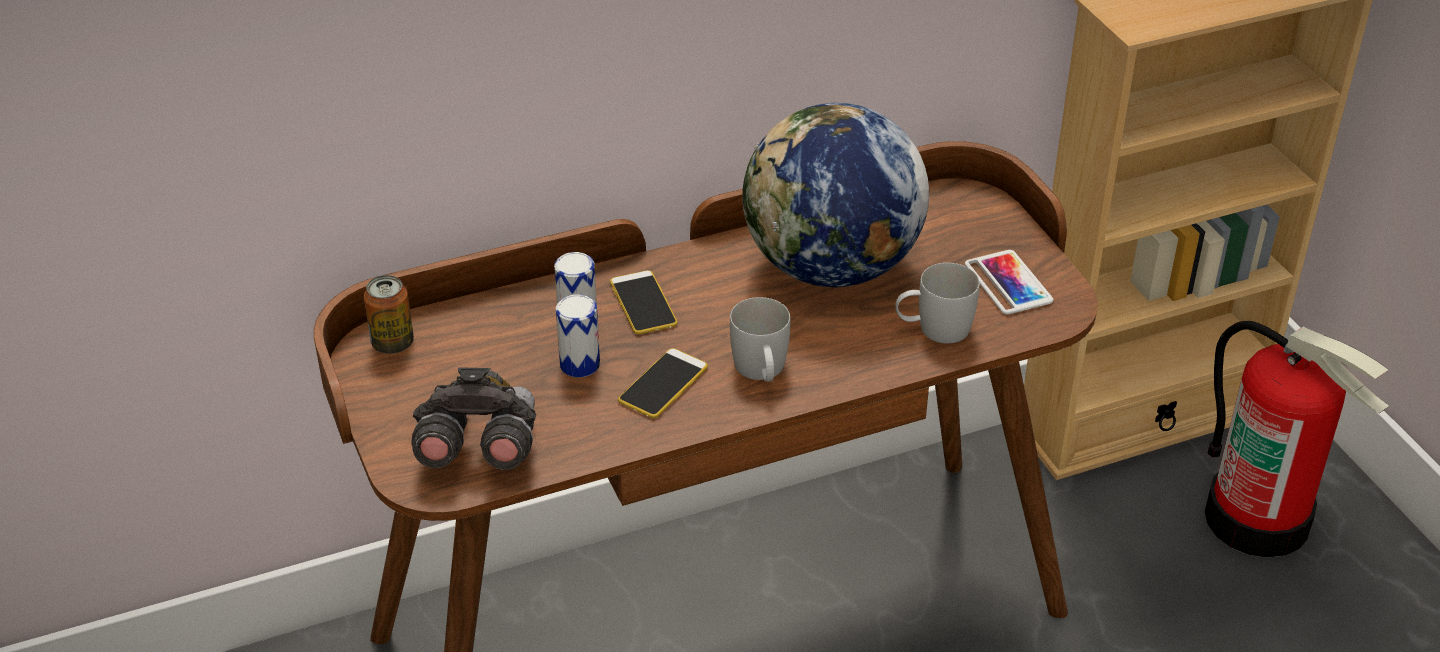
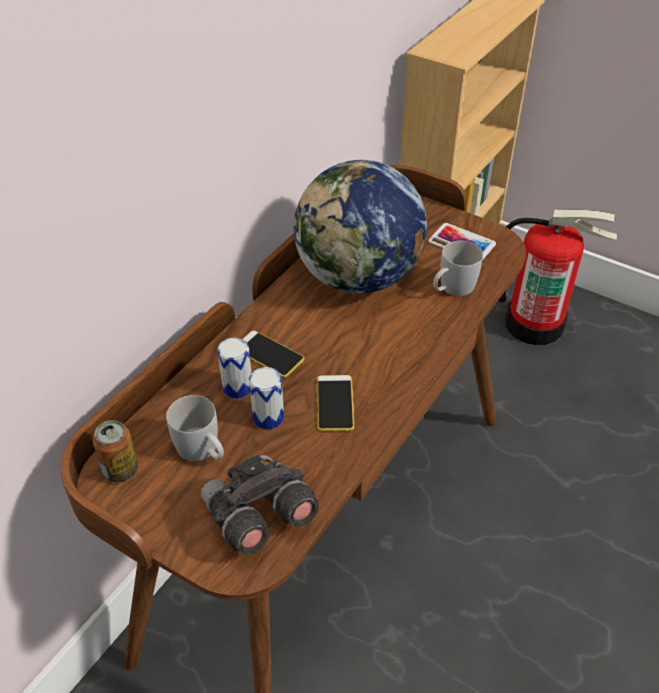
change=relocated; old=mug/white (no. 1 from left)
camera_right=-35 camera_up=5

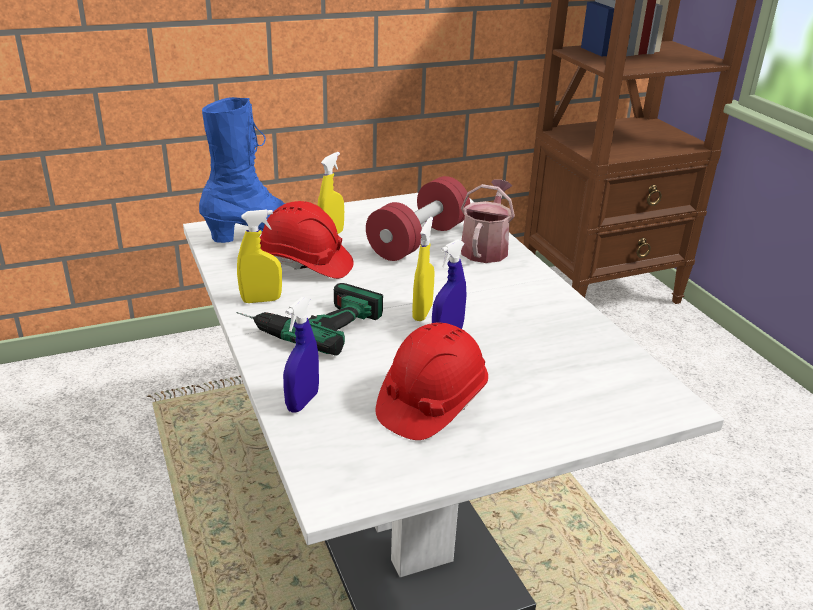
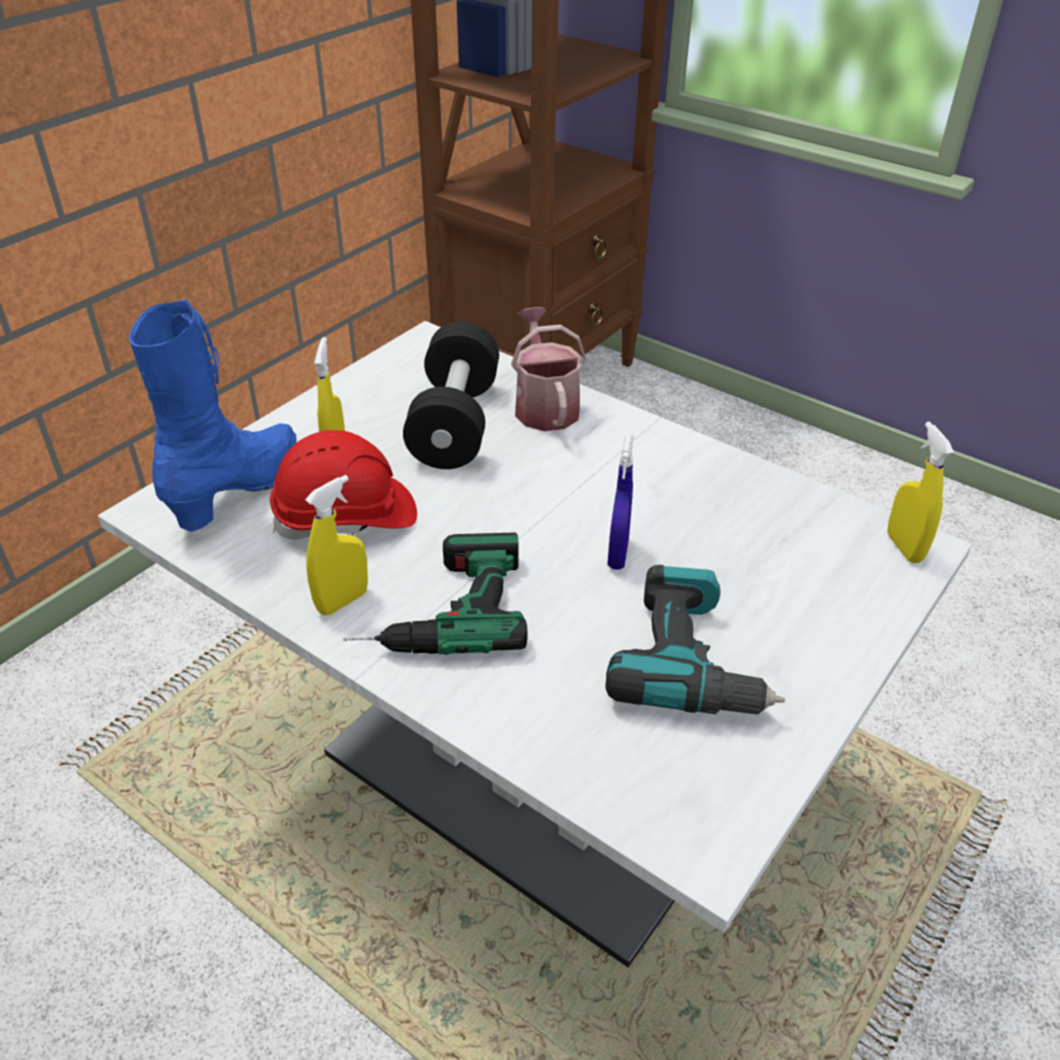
change=colour; old=dumbbell/red; new=dumbbell/black
change=exchanged; old=hard hat/red (no. 2 from left); new=power drill (no. 2 from left)
change=relocated; old=spray bottle/yellow (no. 3 from left)
change=missing; old=spray bottle/blue (no. 1 from left)
camera_right=-30 camera_up=10

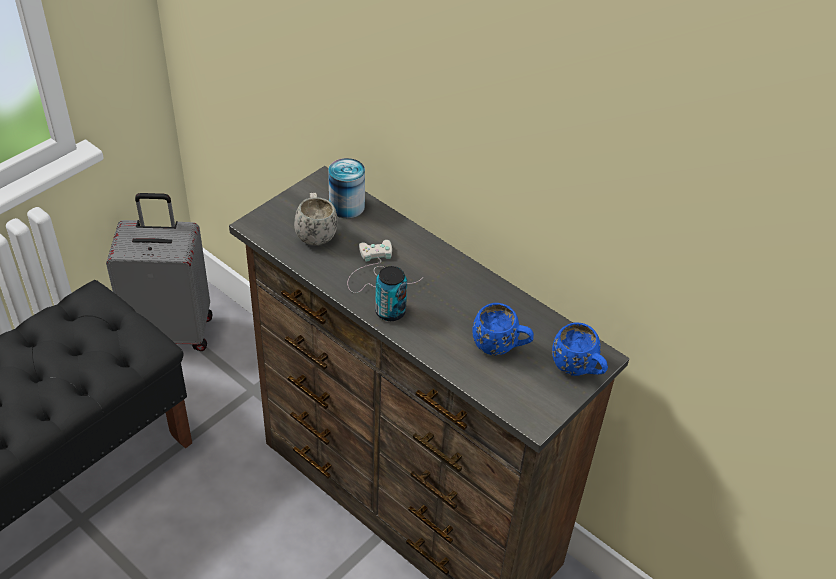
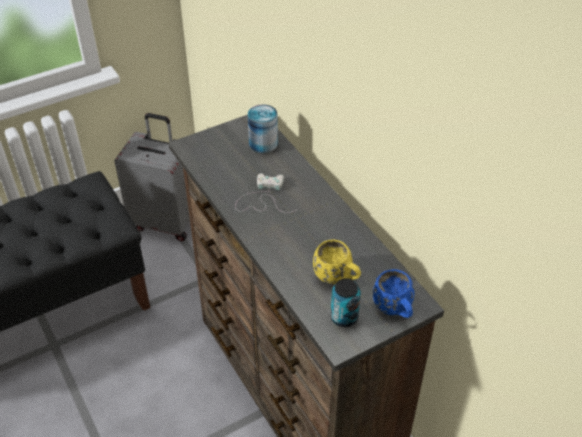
change=colour; old=mug/blue (no. 1 from left); new=mug/yellow
change=relocated; old=can (no. 2 from left)
change=missing; old=mug/white
camera_right=20 camera_up=0

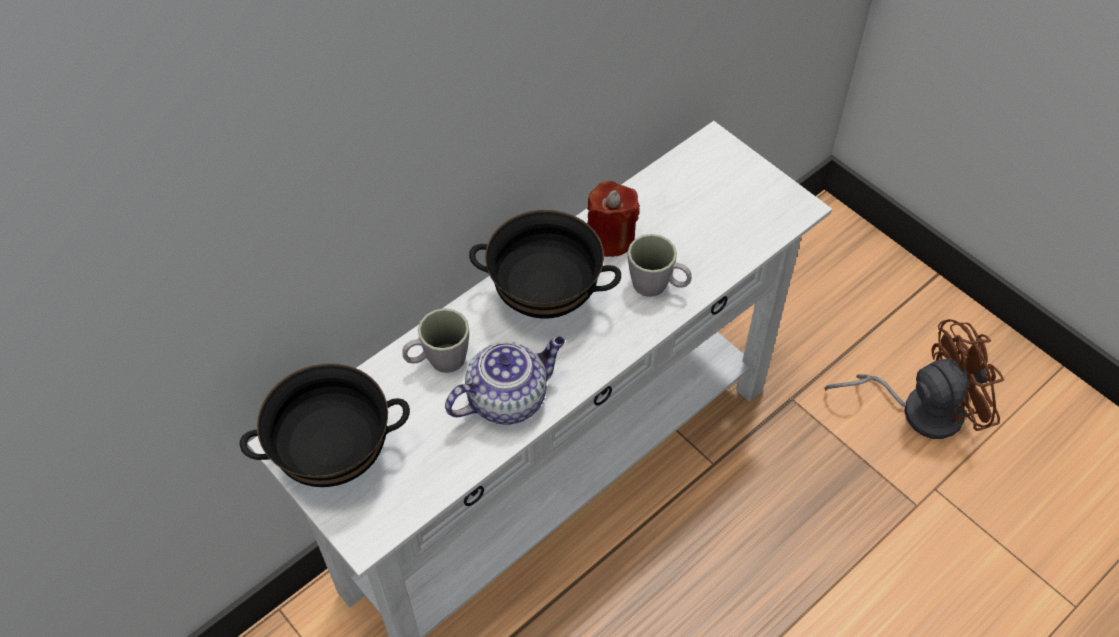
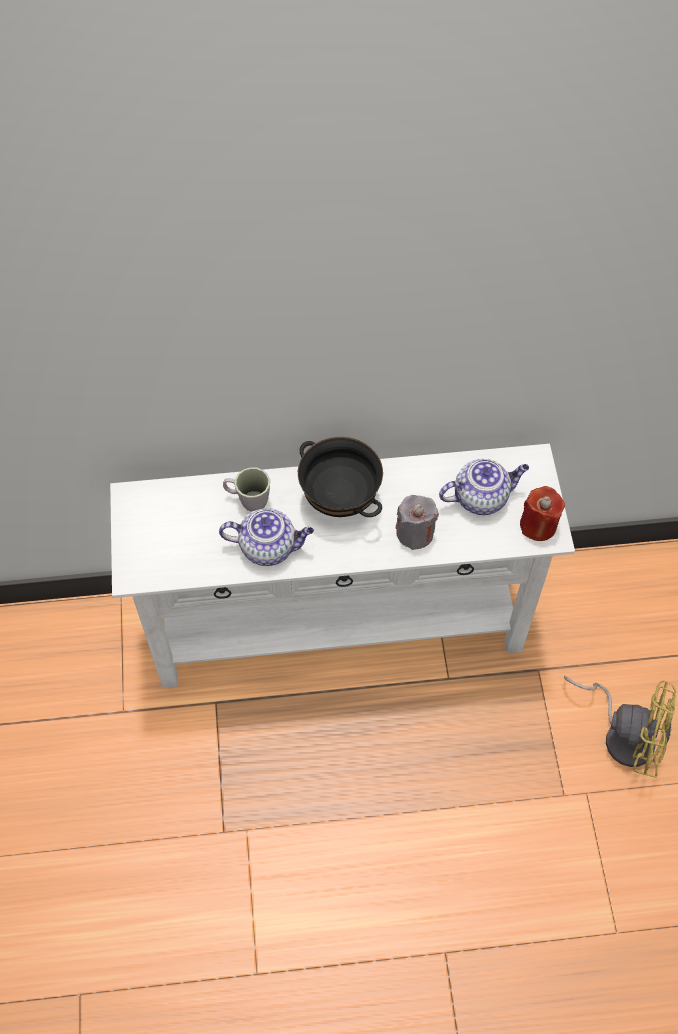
change=exchanged; old=mug/grey (no. 2 from left); new=candle/grey
change=appeared; new=teapot (no. 2 from left)
change=relocated; old=candle/red
change=colour; old=fan/brown; new=fan/yellow
change=missing; old=bowl/black (no. 1 from left)
camera_right=35 camera_up=5

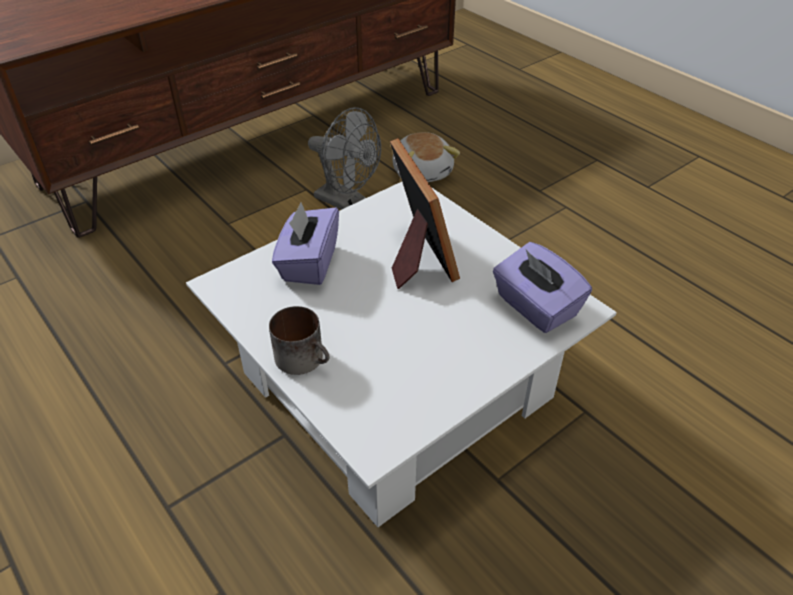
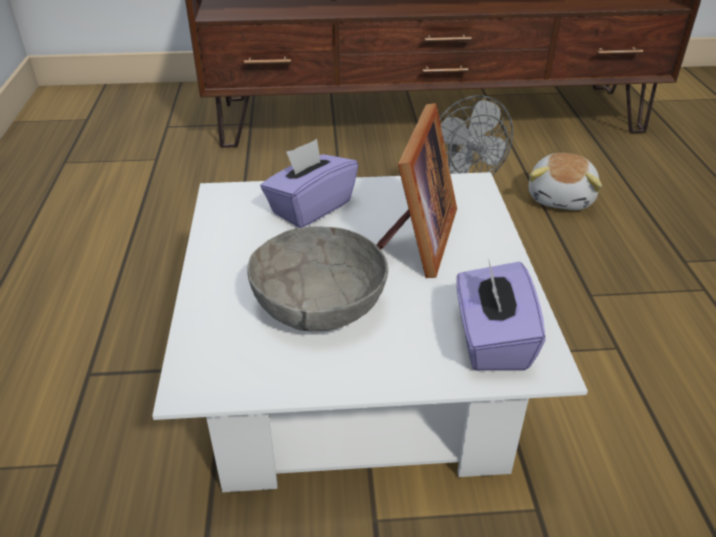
change=appeared; new=bowl/grey
change=missing; old=mug
camera_right=35 camera_up=-5

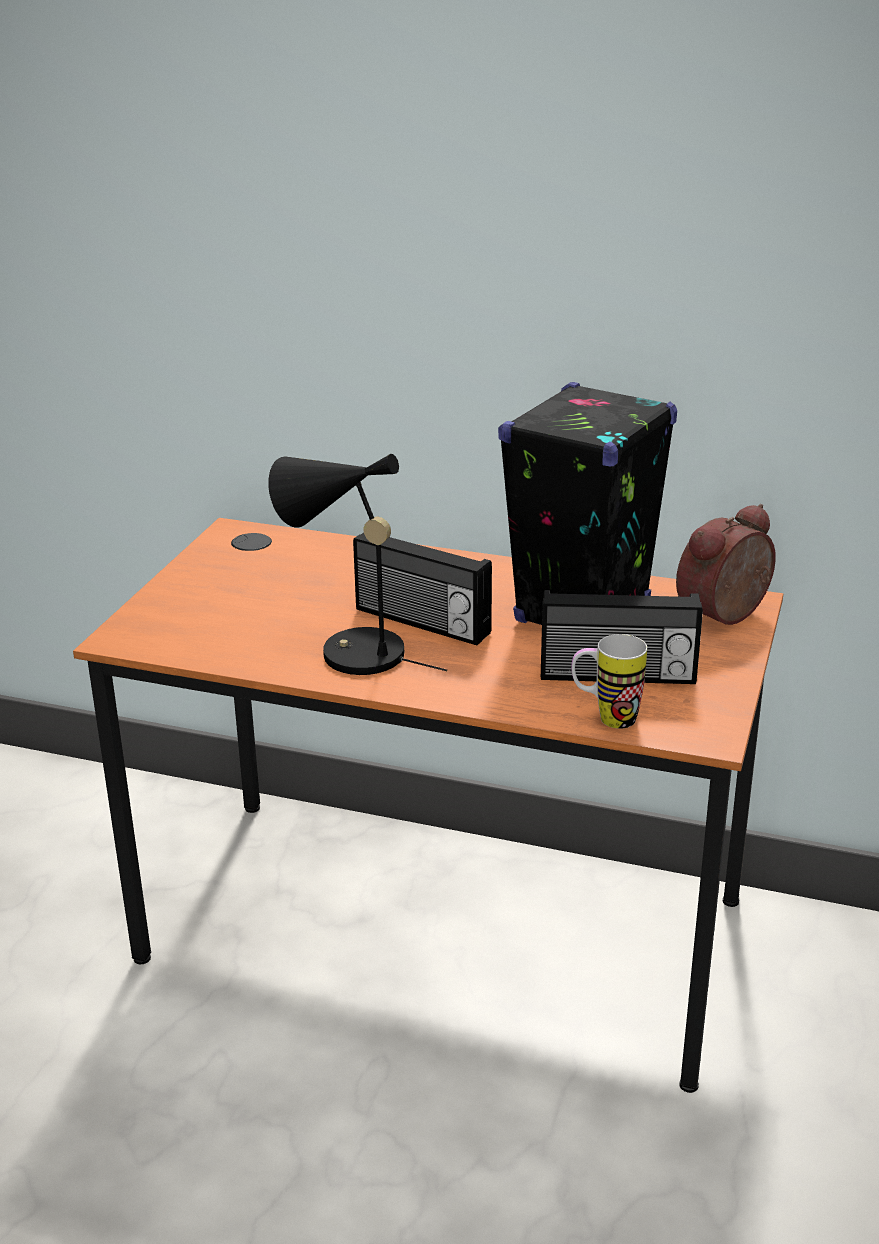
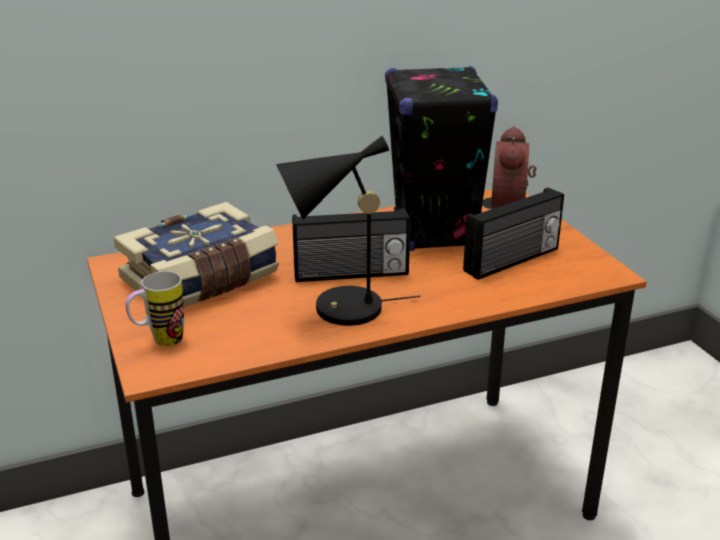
change=appeared; new=book
change=relocated; old=mug
camera_right=-40 camera_up=0

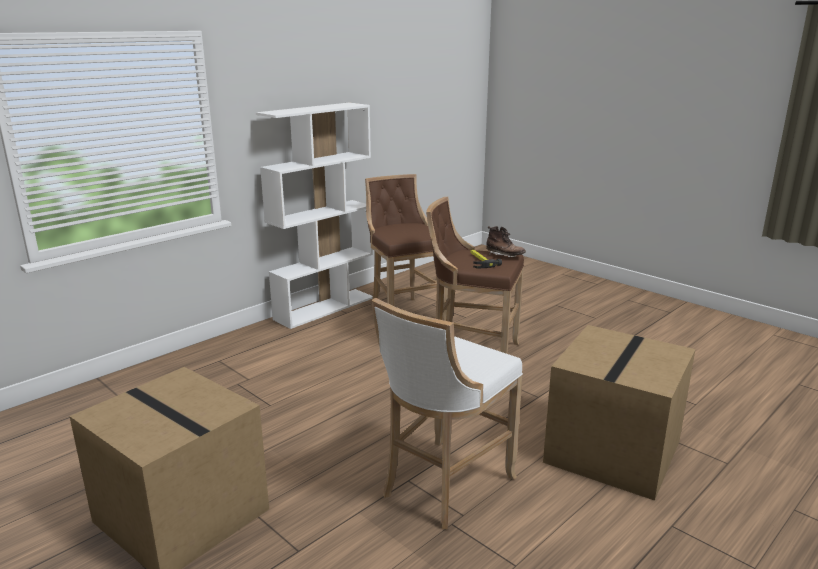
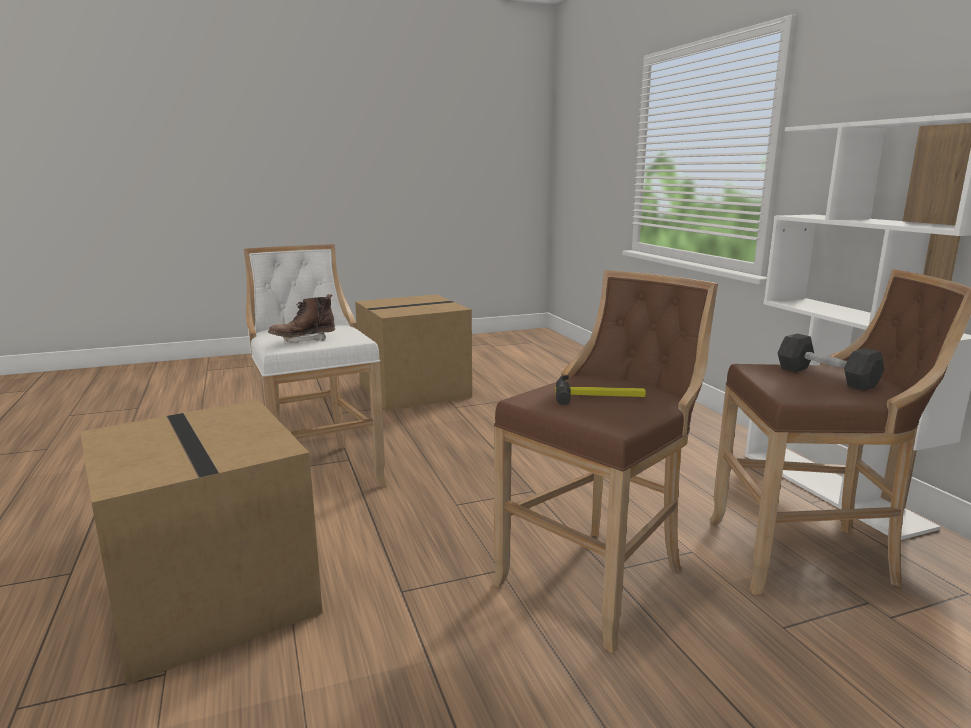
change=relocated; old=boot/brown
change=appeared; new=dumbbell/black
camera_right=115 camera_up=-5

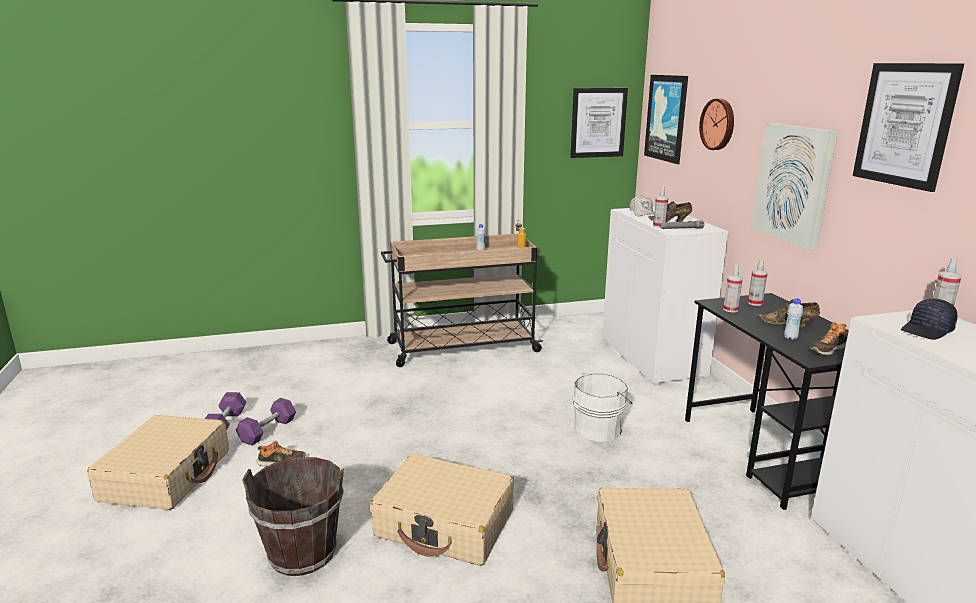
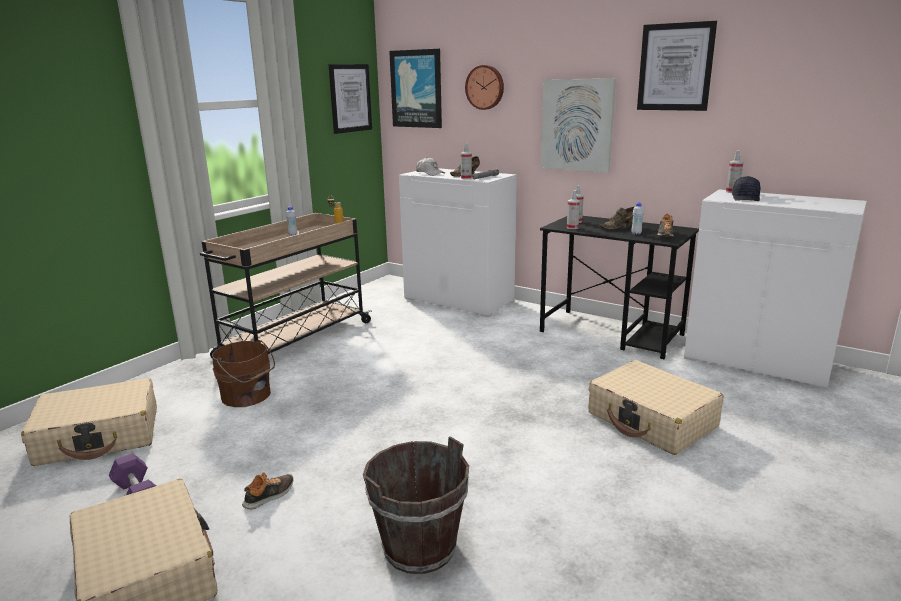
change=relocated; old=suitcase/beige (no. 2 from left in the first image); new=suitcase/beige (no. 1 from left)
change=appeared; new=bucket/brown (no. 1 from left)
change=missing; old=dumbbell/purple (no. 2 from left)
change=missing; old=bucket/white
camera_right=-40 camera_up=0

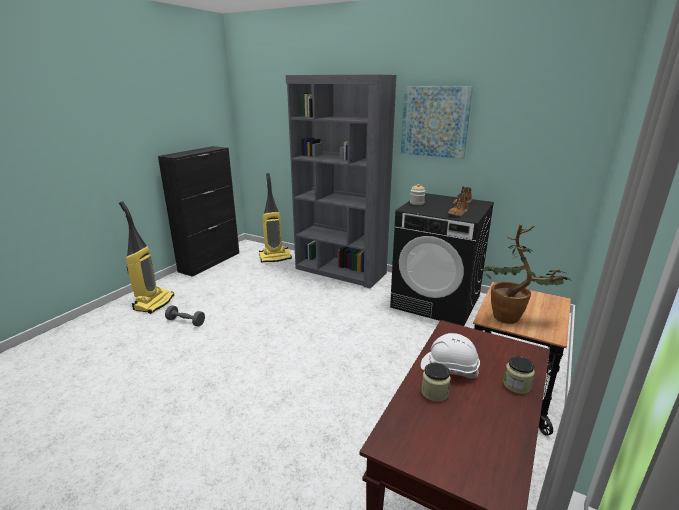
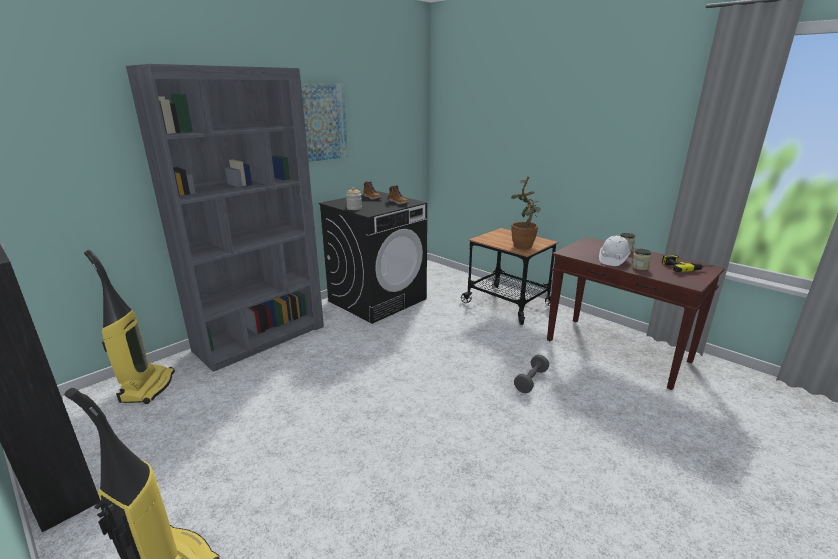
change=relocated; old=dumbbell/grey
change=appeared; new=power drill
camera_right=-75 camera_up=0

